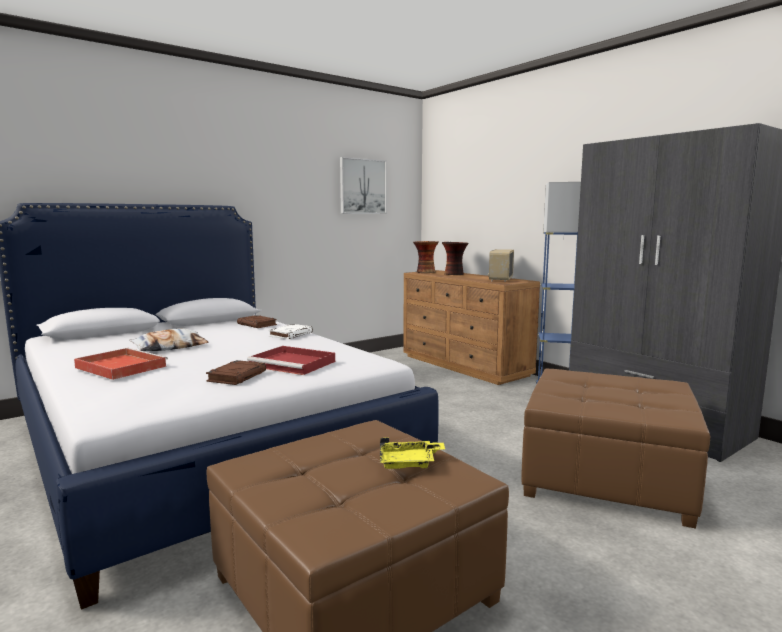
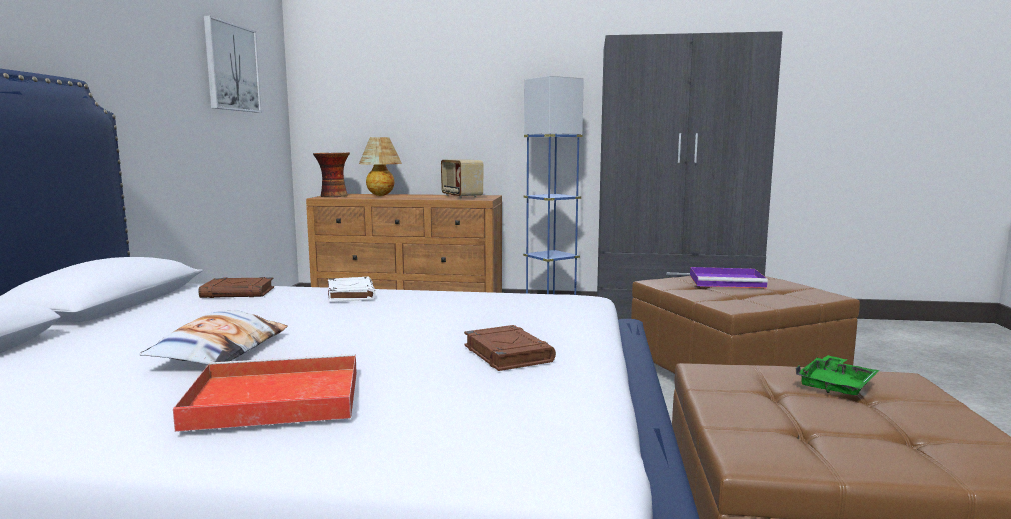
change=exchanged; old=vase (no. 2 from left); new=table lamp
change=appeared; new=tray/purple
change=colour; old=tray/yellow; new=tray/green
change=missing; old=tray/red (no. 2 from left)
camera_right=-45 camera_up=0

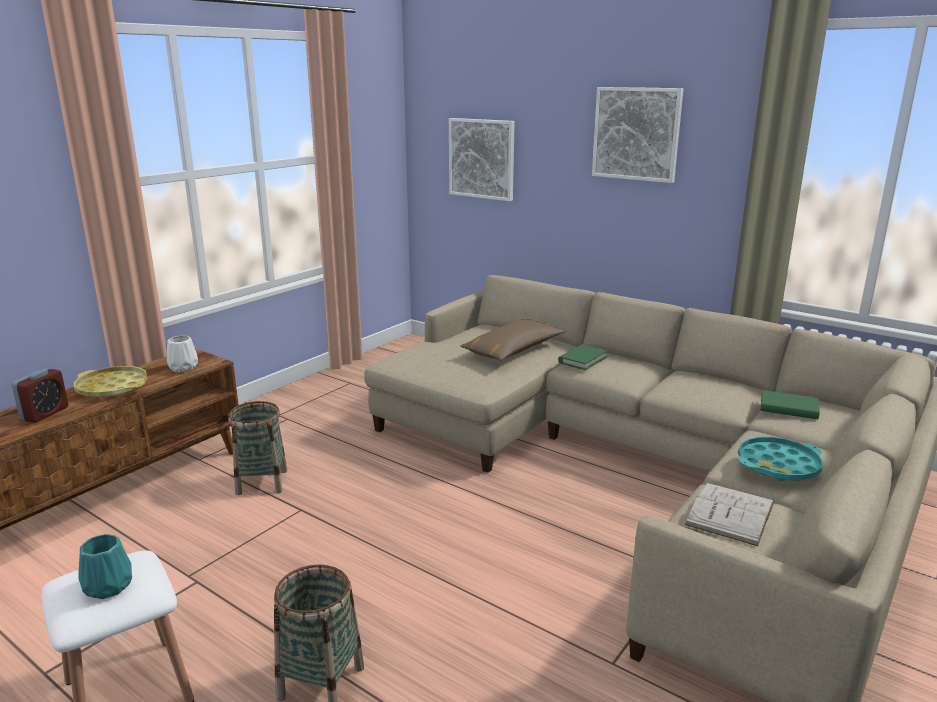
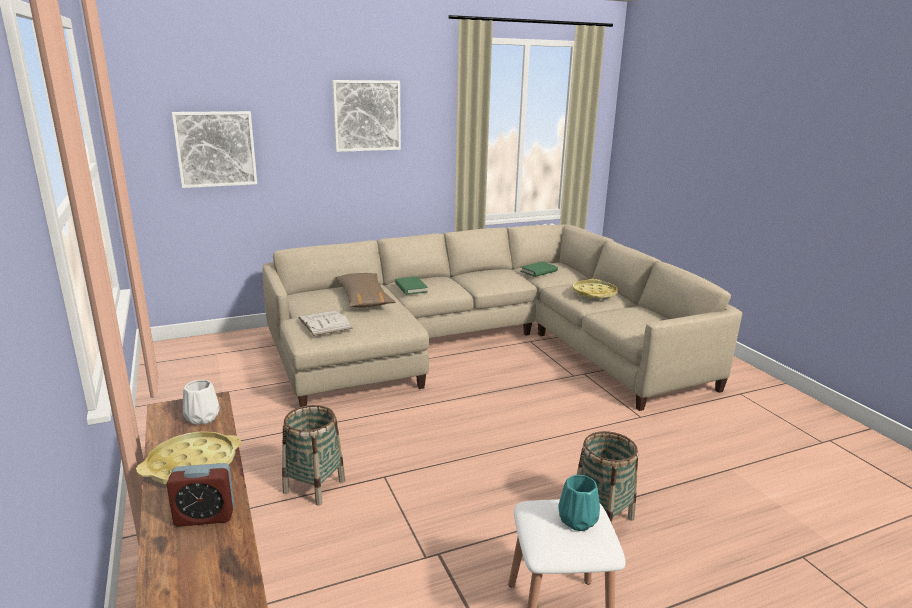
change=spun; old=alarm clock; degrees=120
change=relocated; old=book/white
change=colour; old=tray/turquoise; new=tray/yellow (no. 2 from left)
camera_right=-60 camera_up=0

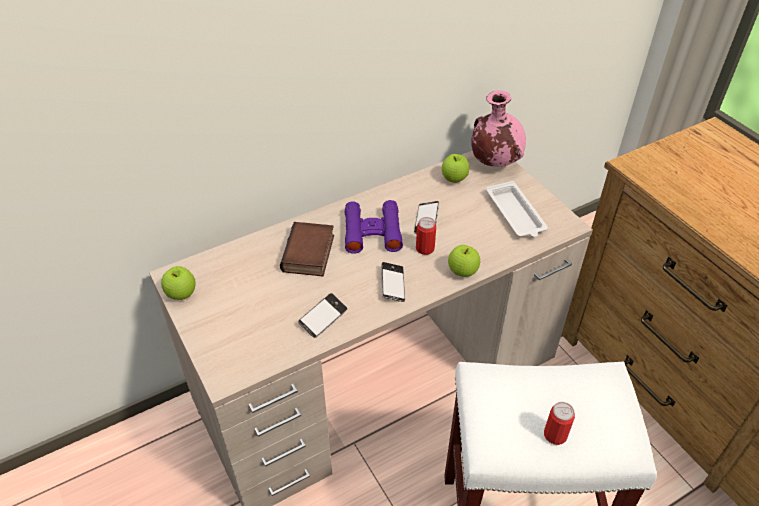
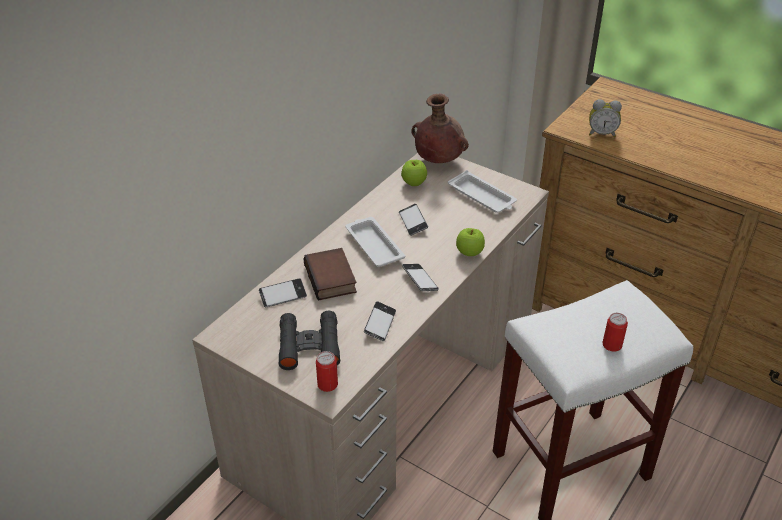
change=appeared; new=phone (no. 1 from left)
change=appeared; new=binoculars/black
change=relocated; old=can (no. 1 from left)
change=exchanged; old=binoculars/purple; new=tray/white (no. 1 from left)
change=colour; old=vase/pink; new=vase/brown
change=appeared; new=alarm clock
change=missing; old=apple (no. 1 from left)
camera_right=-25 camera_up=-5

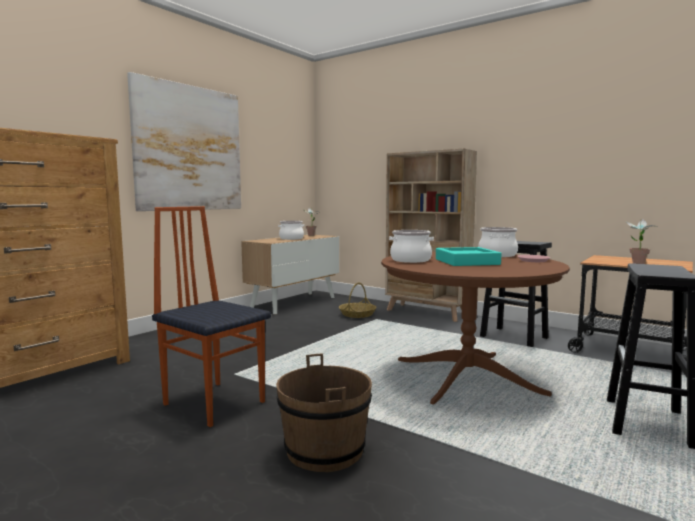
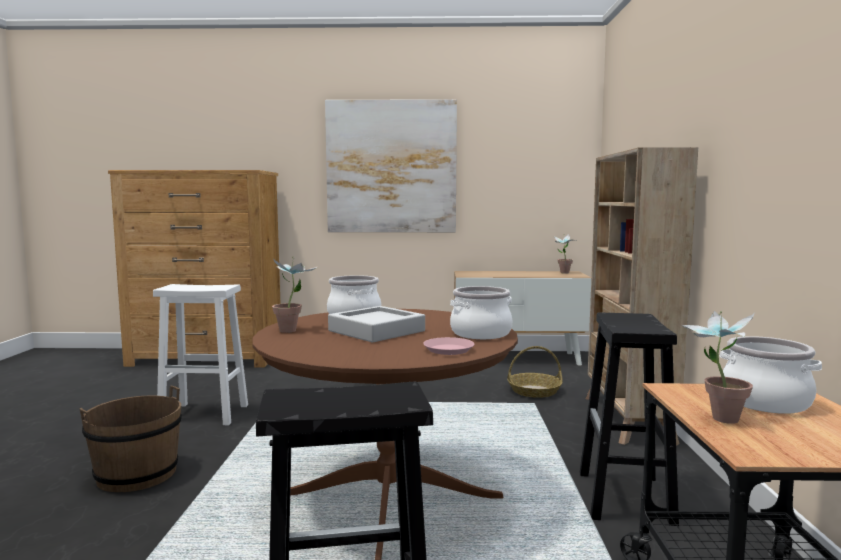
change=exchanged; old=chair; new=stool/white
change=appeared; new=potted plant (no. 1 from left)
change=colour; old=tray/turquoise; new=tray/grey
change=relocated; old=cooking pot (no. 1 from left in the first image); new=cooking pot (no. 3 from left)
camera_right=55 camera_up=0

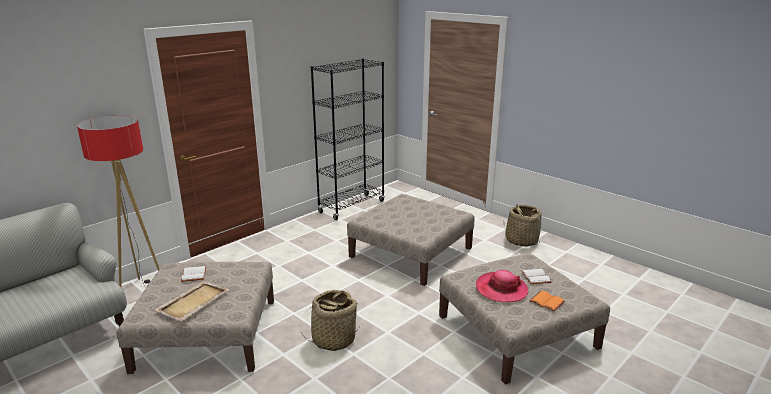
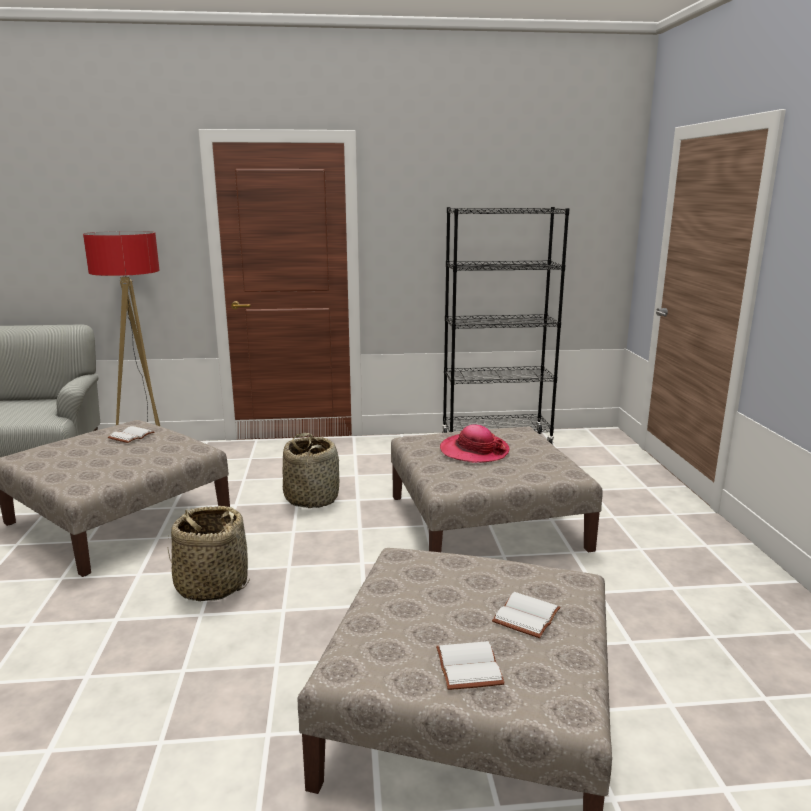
change=relocated; old=basket (no. 2 from left)
change=colour; old=book/orange; new=book/white (no. 2 from left)
change=relocated; old=hat
change=missing; old=tray/beige
camera_right=40 camera_up=-5

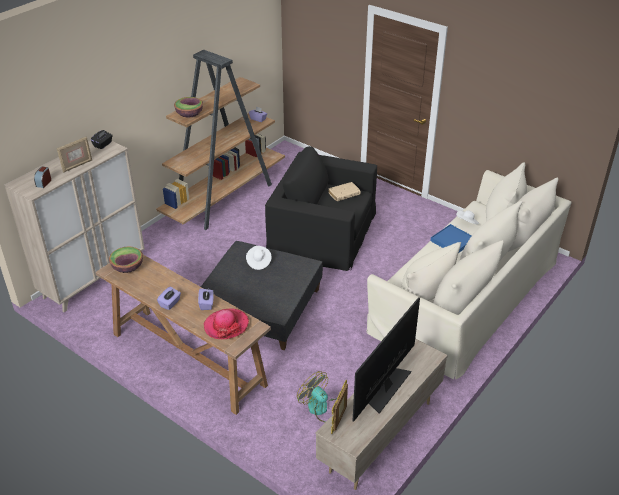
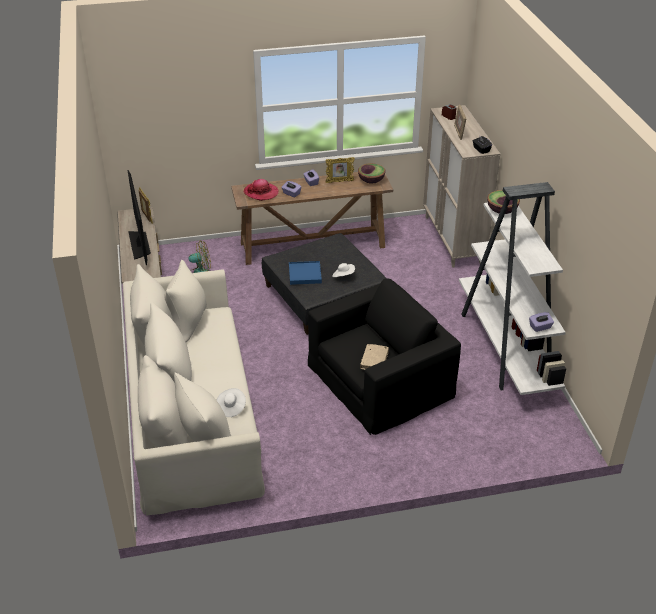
change=relocated; old=tray/blue
change=appeared; new=picture frame (no. 2 from left)
change=colour; old=bookcase/brown; new=bookcase/white
camera_right=130 camera_up=0

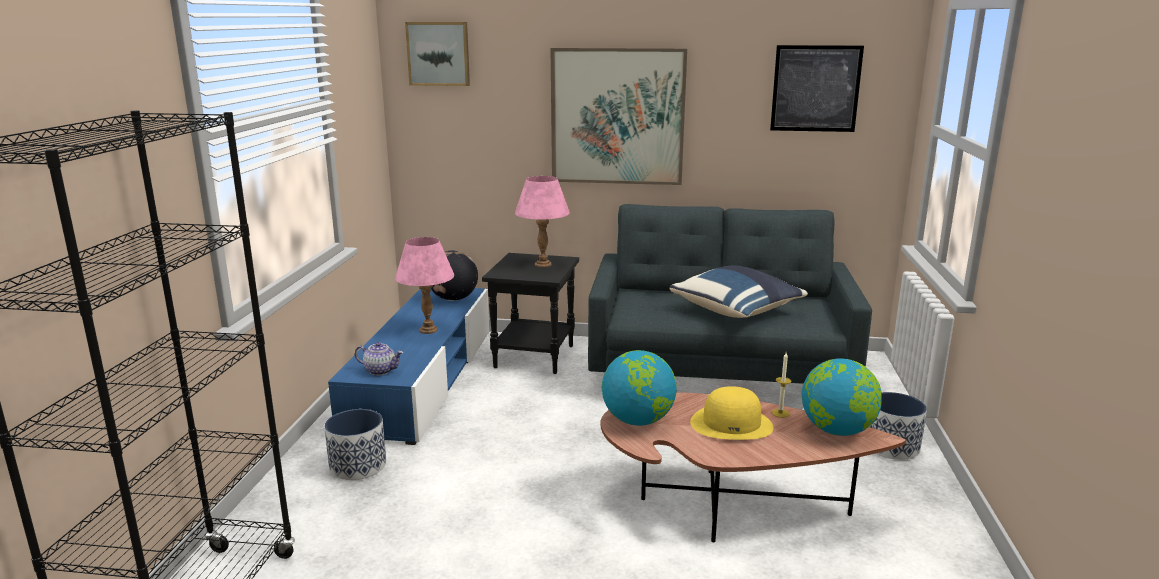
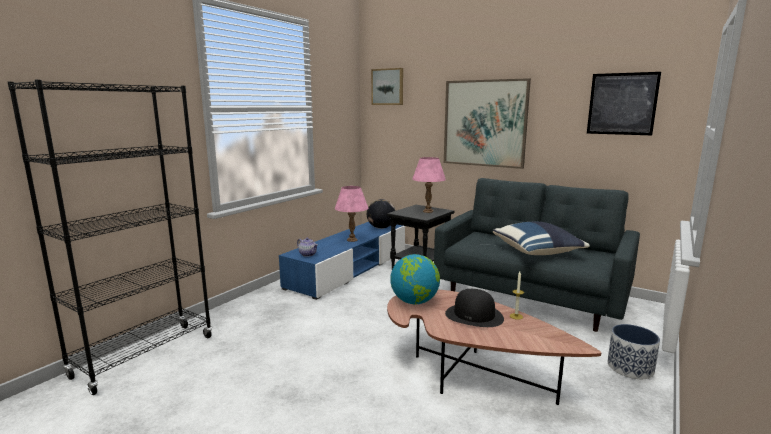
change=colour; old=hat/yellow; new=hat/black
change=missing; old=planter (no. 1 from left)
change=missing; old=globe (no. 3 from left)
camera_right=25 camera_up=-5

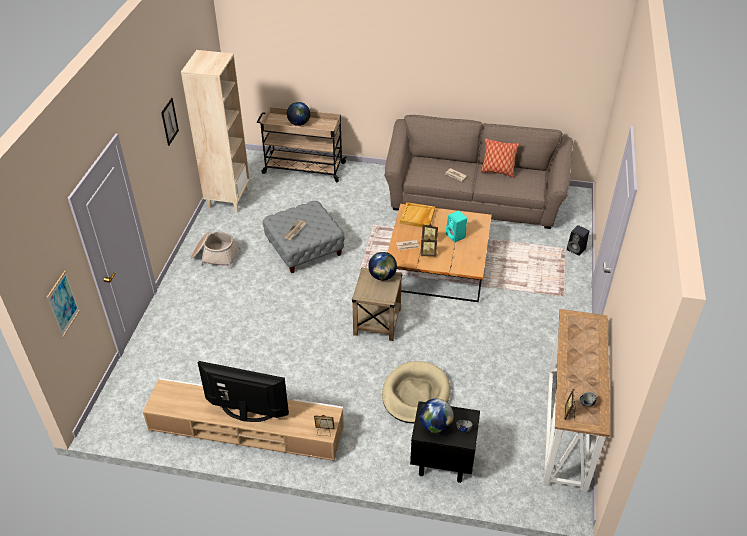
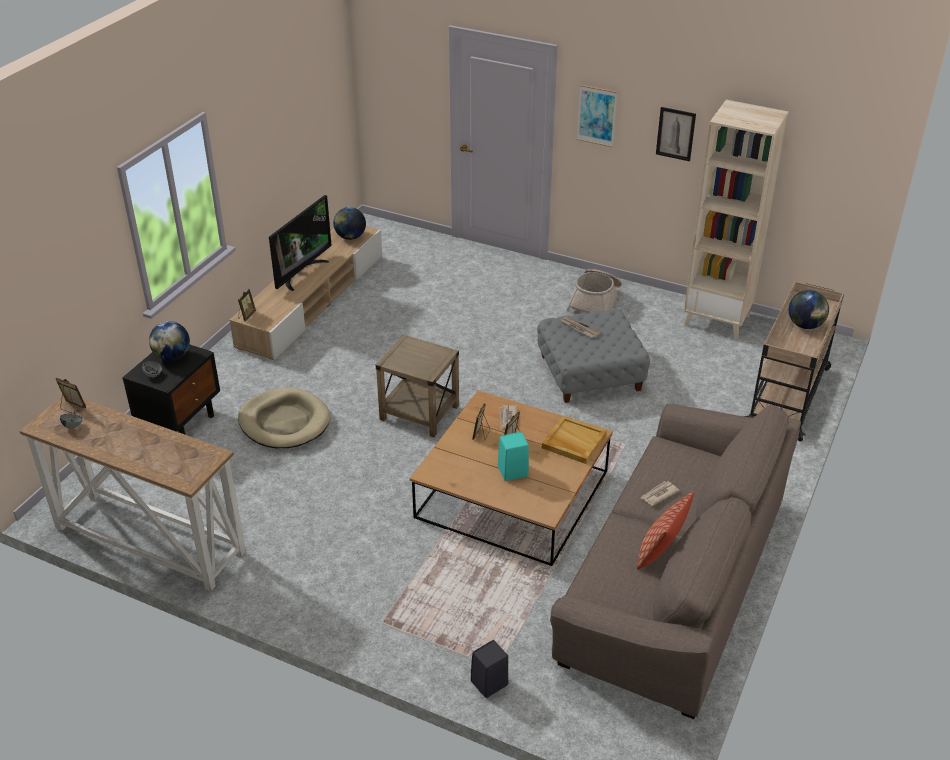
change=relocated; old=globe (no. 2 from left)
change=relocated; old=picture (no. 1 from left)
camera_right=105 camera_up=-5

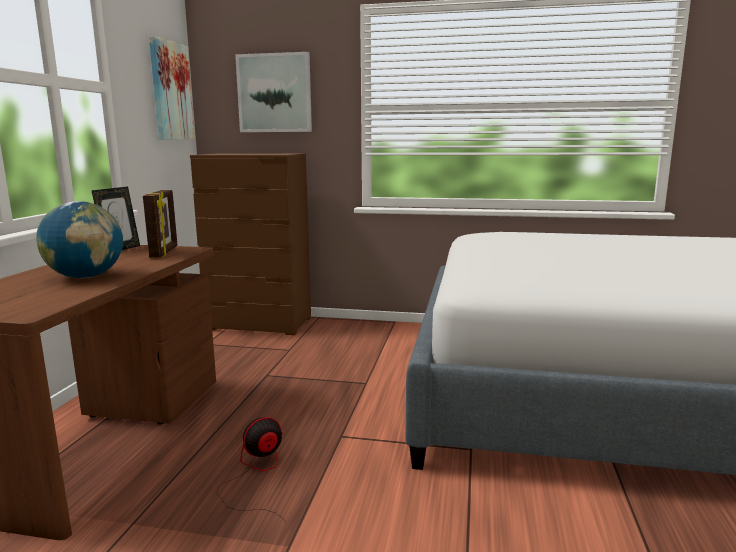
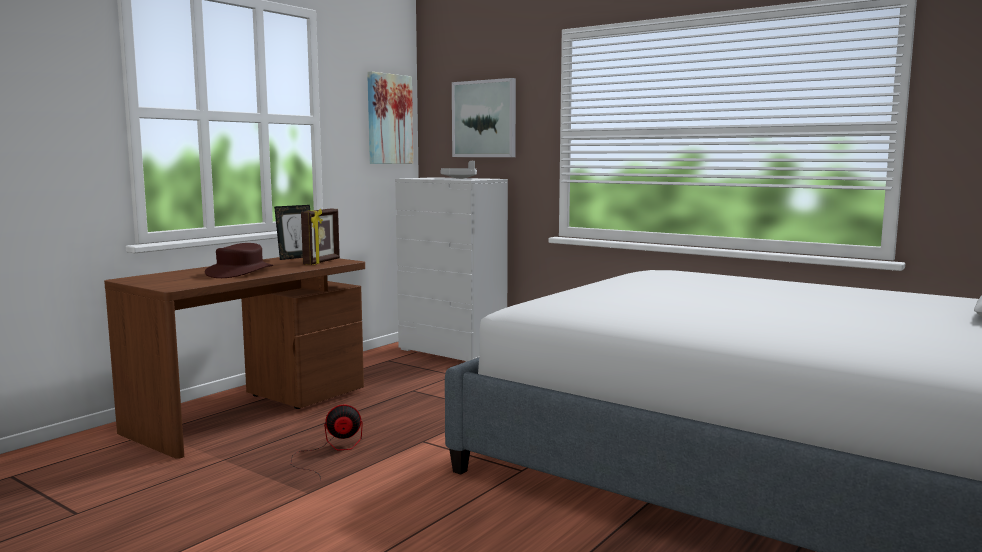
change=exchanged; old=globe; new=hat/brown
change=colour; old=dresser/brown; new=dresser/white
change=appeared; new=tray/grey
camera_right=25 camera_up=-5

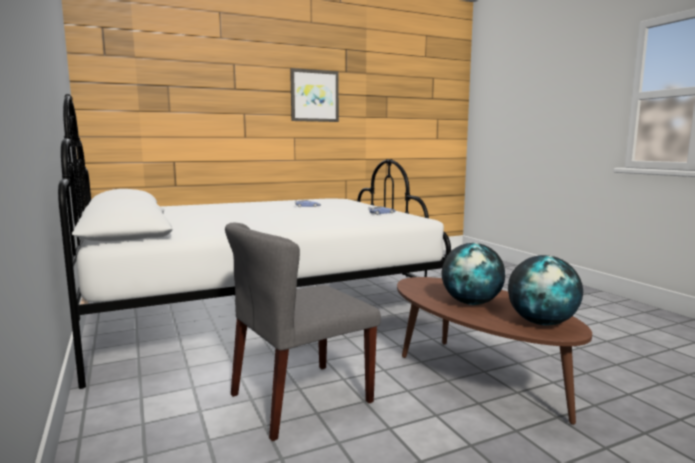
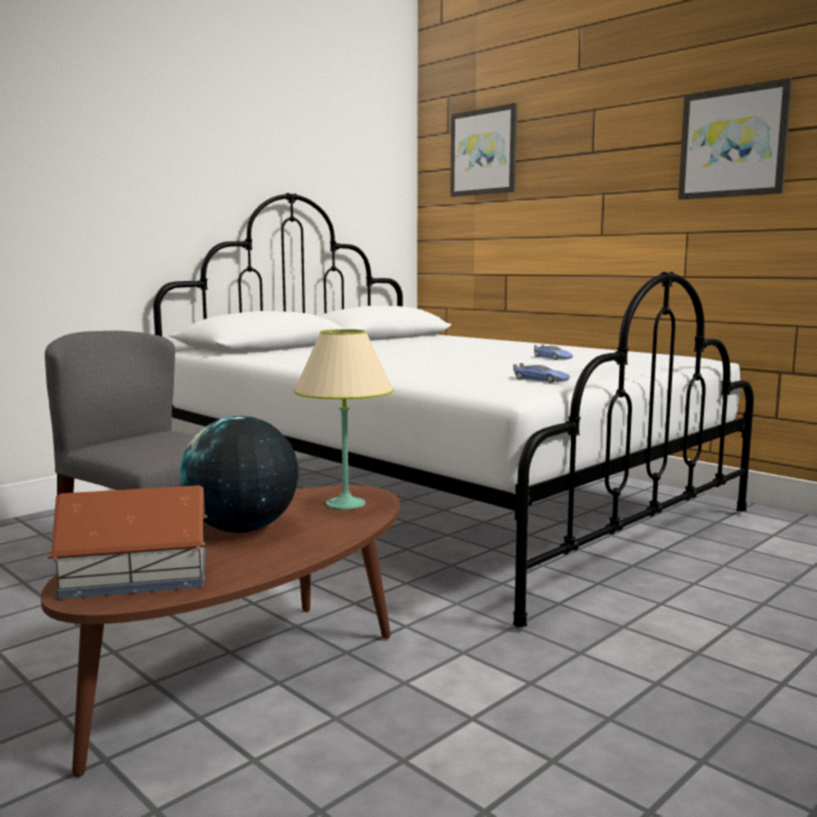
change=exchanged; old=globe (no. 2 from left); new=toy house
change=appeared; new=table lamp/beige
change=appeared; new=picture (no. 1 from left)
camera_right=70 camera_up=0

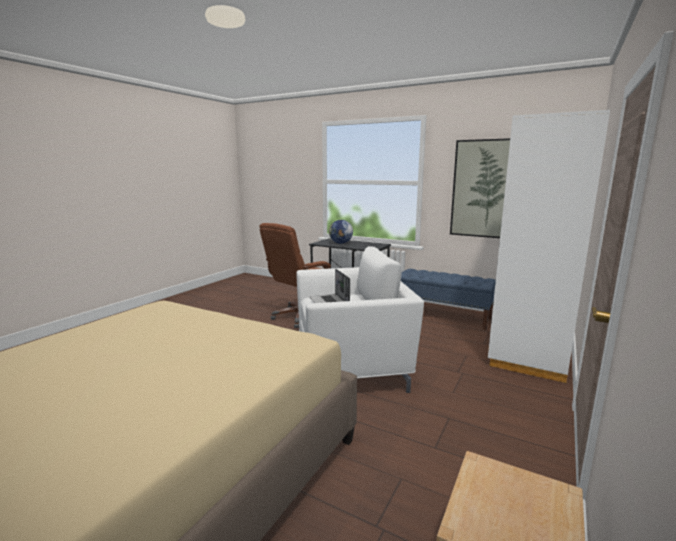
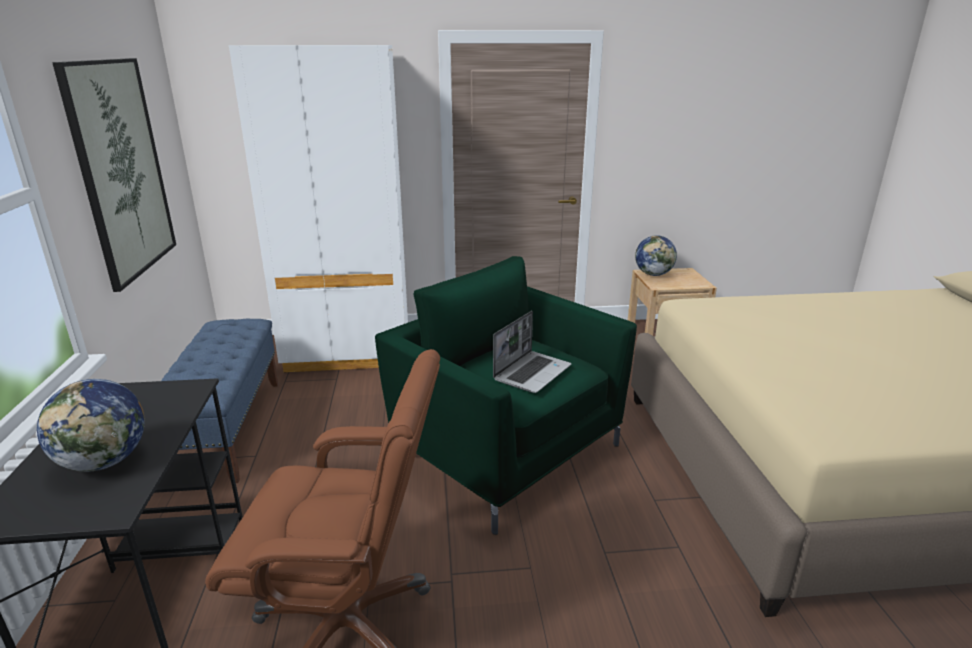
change=colour; old=armchair/white; new=armchair/green
change=appeared; new=globe (no. 2 from left)
camera_right=-125 camera_up=10

